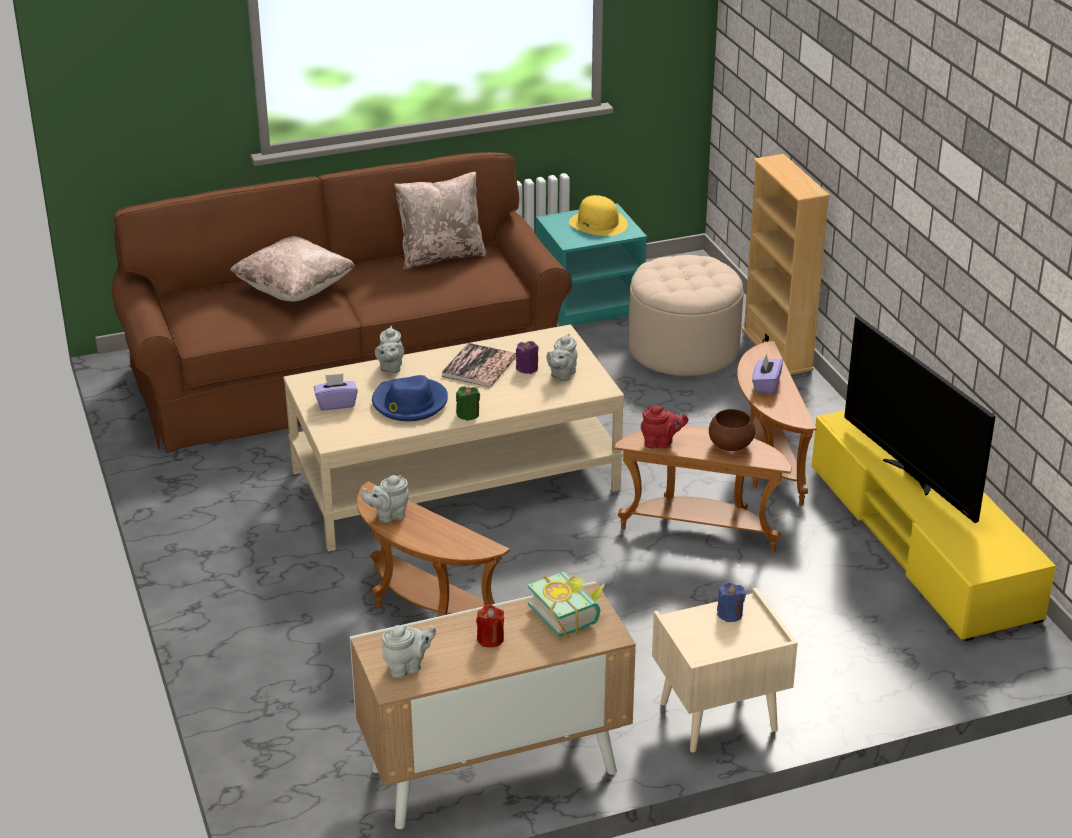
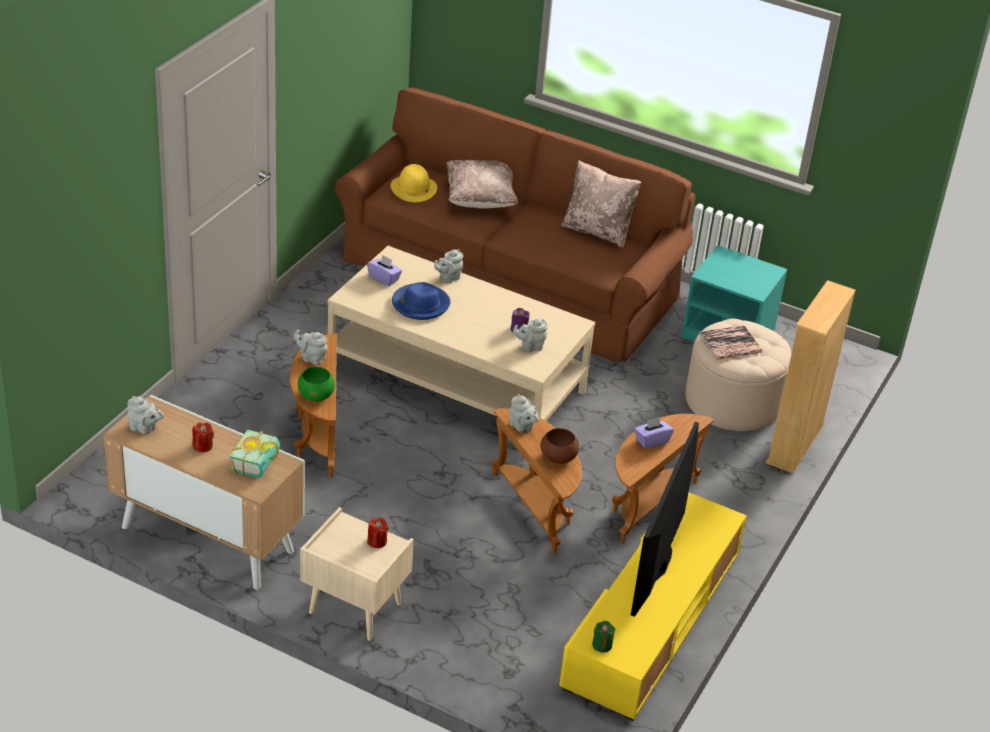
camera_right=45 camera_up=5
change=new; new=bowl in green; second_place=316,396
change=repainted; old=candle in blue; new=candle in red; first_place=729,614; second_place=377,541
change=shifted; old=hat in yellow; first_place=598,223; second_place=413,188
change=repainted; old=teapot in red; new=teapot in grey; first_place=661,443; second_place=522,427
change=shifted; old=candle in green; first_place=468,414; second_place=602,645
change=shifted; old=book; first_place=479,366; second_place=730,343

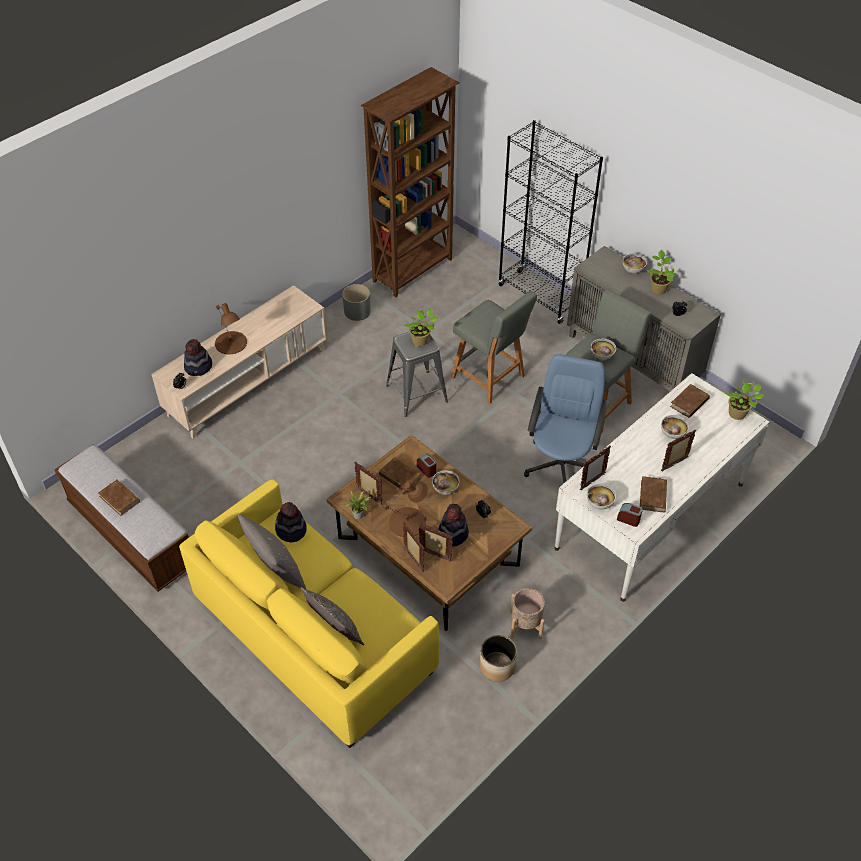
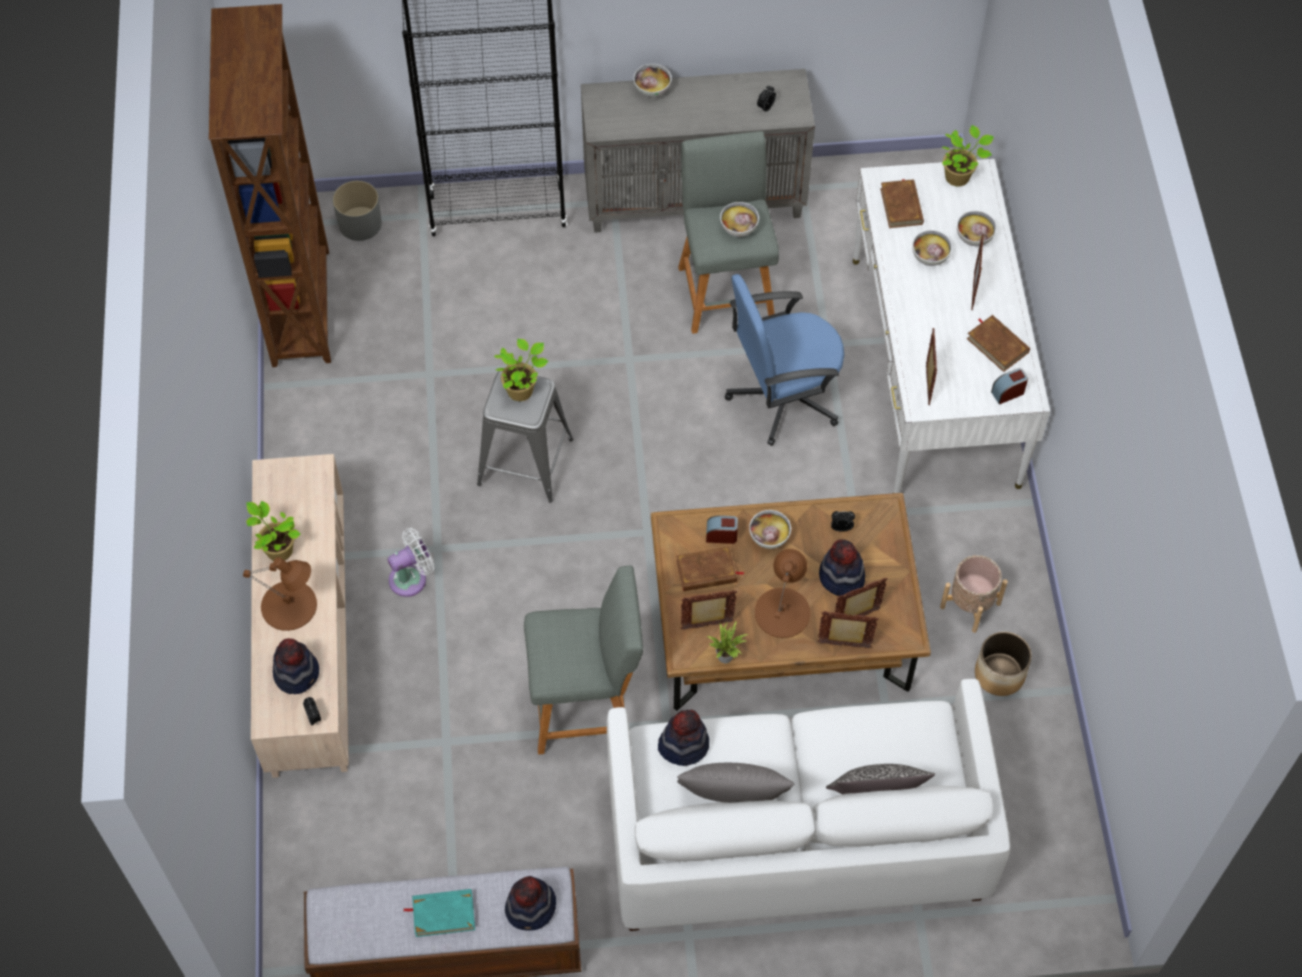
camera_right=-50 camera_up=10
change=shifted; old=potted plant; first_place=658,288; second_place=277,549
change=shifted; old=planter in grey; first_place=357,311; second_place=360,223
change=new; new=fan in white; second_place=411,578
change=repainted; old=book in brown; new=book in turquoise; first_place=119,499; second_place=443,914
change=new; new=hat; second_place=531,908
change=shifted; old=stool in grey; first_place=490,378; second_place=587,706
change=repainted; old=sofa in yellow; new=sofa in white; first_place=313,635; second_place=795,835
change=rotated; old=office chair in blue; first_place=561,464; second_place=782,397; degrees=-75
change=shifted; old=bowl; first_place=599,503; second_place=973,238

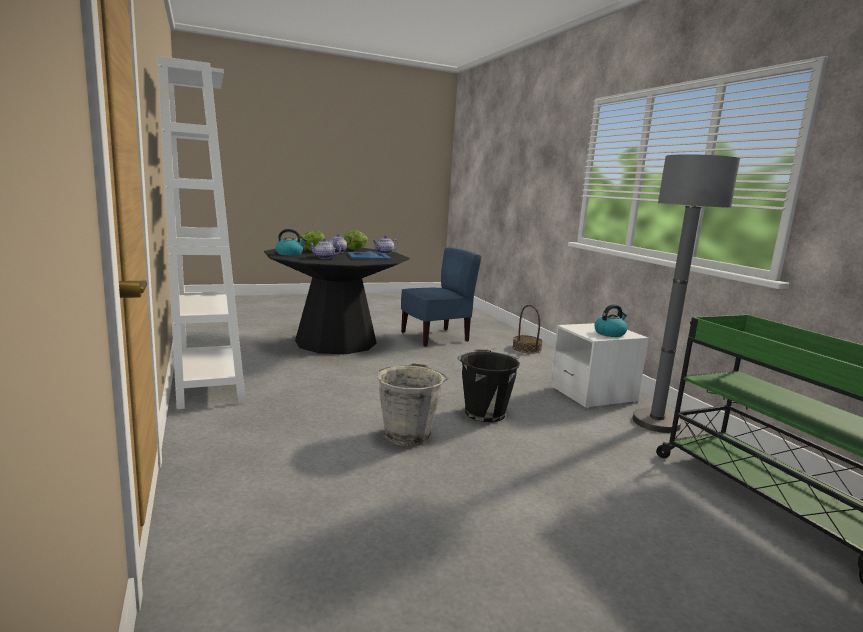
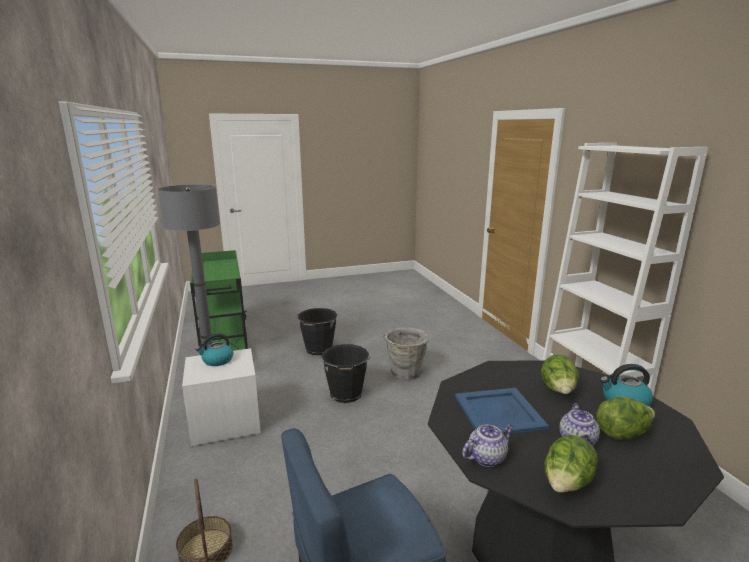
camera_right=-175 camera_up=5
change=new; new=bucket in black; second_place=318,349
change=swapped; old=teapot; new=lettuce; first_place=324,257; second_place=558,391

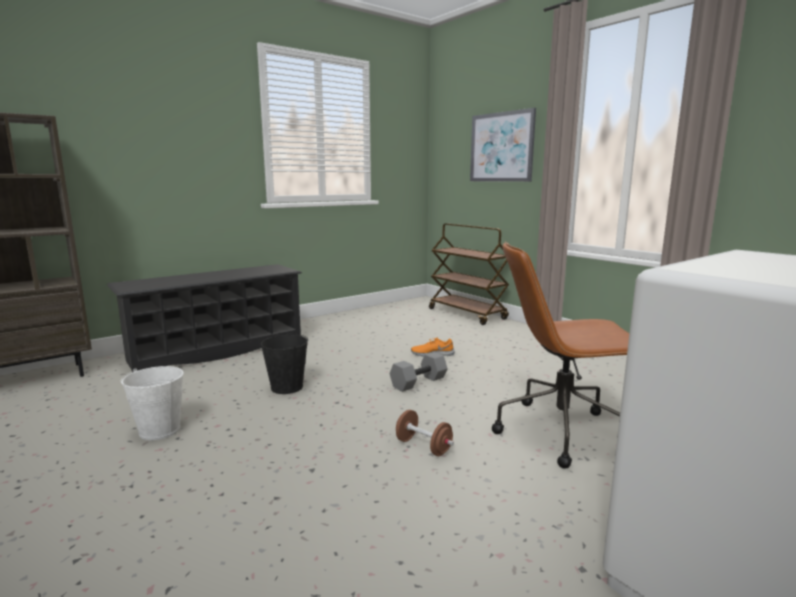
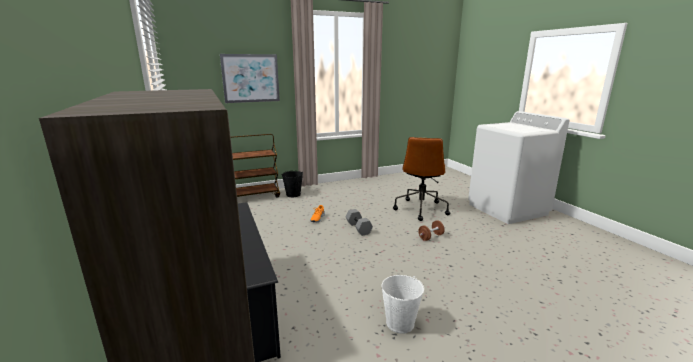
camera_right=-75 camera_up=5
change=shifted; old=bucket in black; first_place=286,387; second_place=293,194

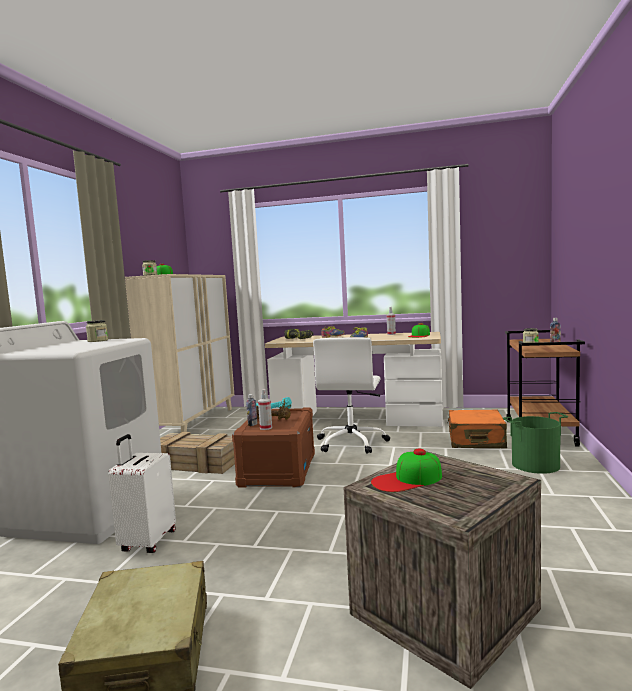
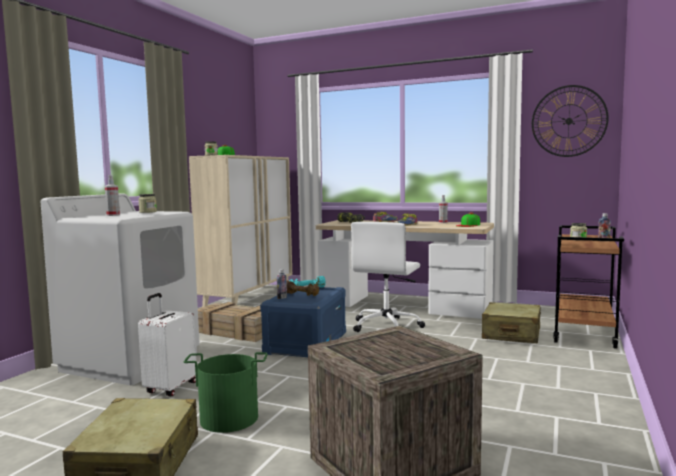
camera_right=10 camera_up=0
change=shifted; old=spray bottle; first_place=266,428; second_place=113,215
change=shifted; old=bucket in green; first_place=535,464; second_place=229,418
change=repainted; old=storage box in brown; new=storage box in blue; first_place=277,470; second_place=305,343
change=repainted; old=suitcase in orange; new=suitcase in beige; first_place=476,440; second_place=511,334
change=new; new=wall clock; second_place=569,121
change=gone; old=cap; first_place=407,479

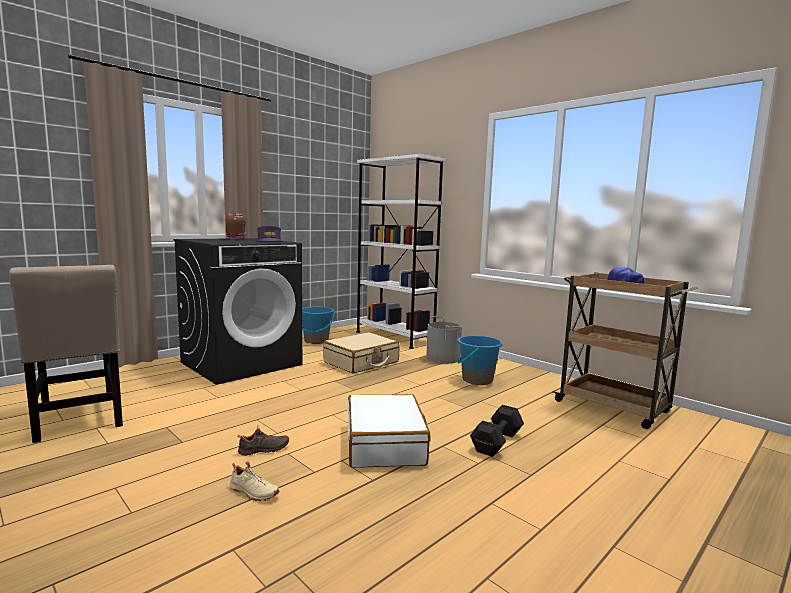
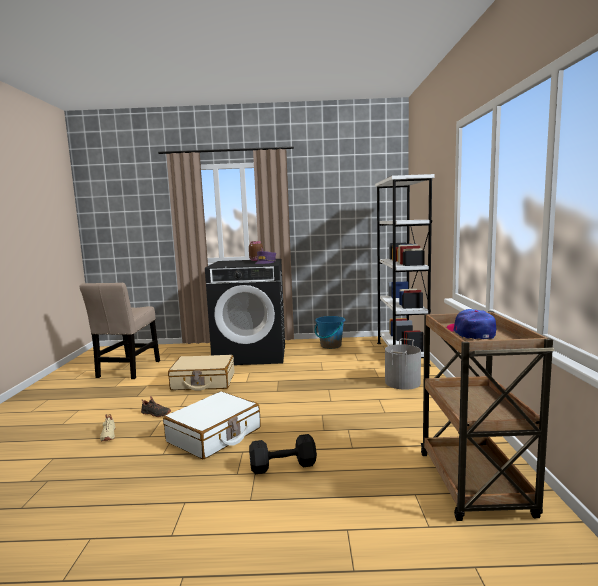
camera_right=45 camera_up=0
change=shifted; old=suitcase in beige; first_place=361,362; second_place=203,382
change=gone; old=bucket in blue; first_place=477,380

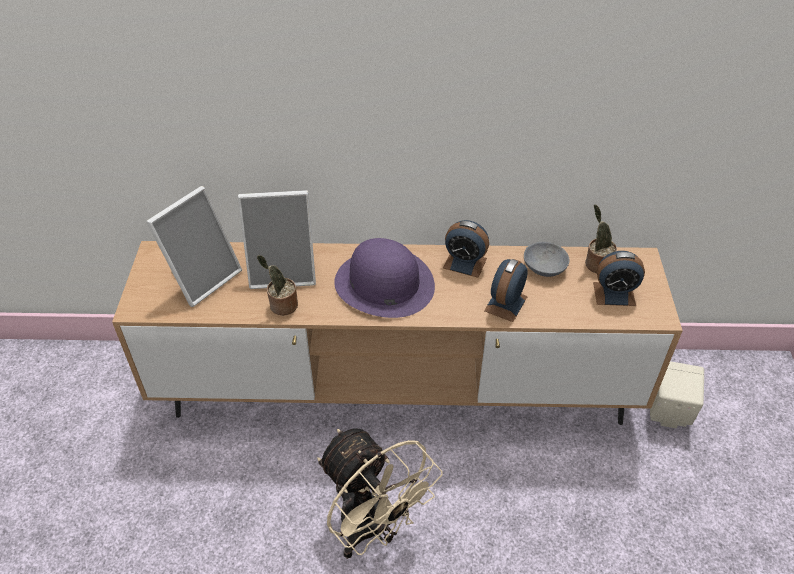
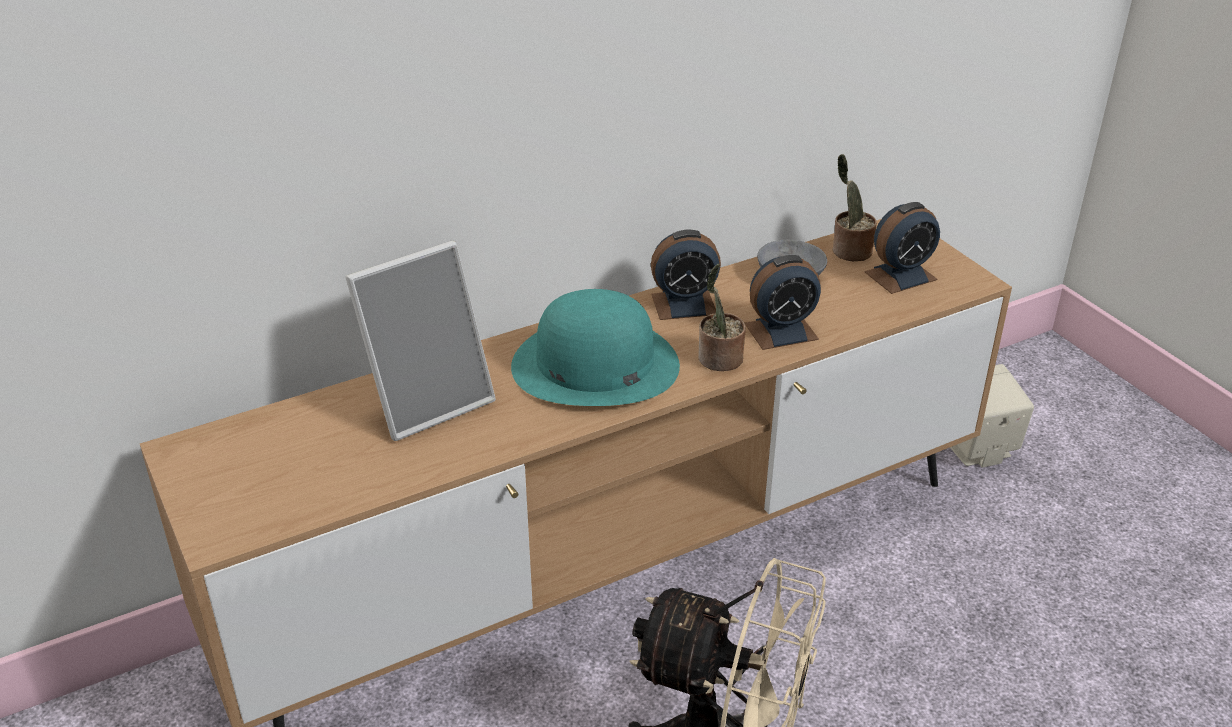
camera_right=-30 camera_up=-10
change=repainted; old=hat in purple; new=hat in turquoise; first_place=383,283; second_place=594,365
change=shifted; old=potted plant; first_place=281,305; second_place=719,360
change=rotated; old=alarm clock; first_place=506,303; second_place=781,331; degrees=-105
change=gone; old=picture frame; first_place=202,278

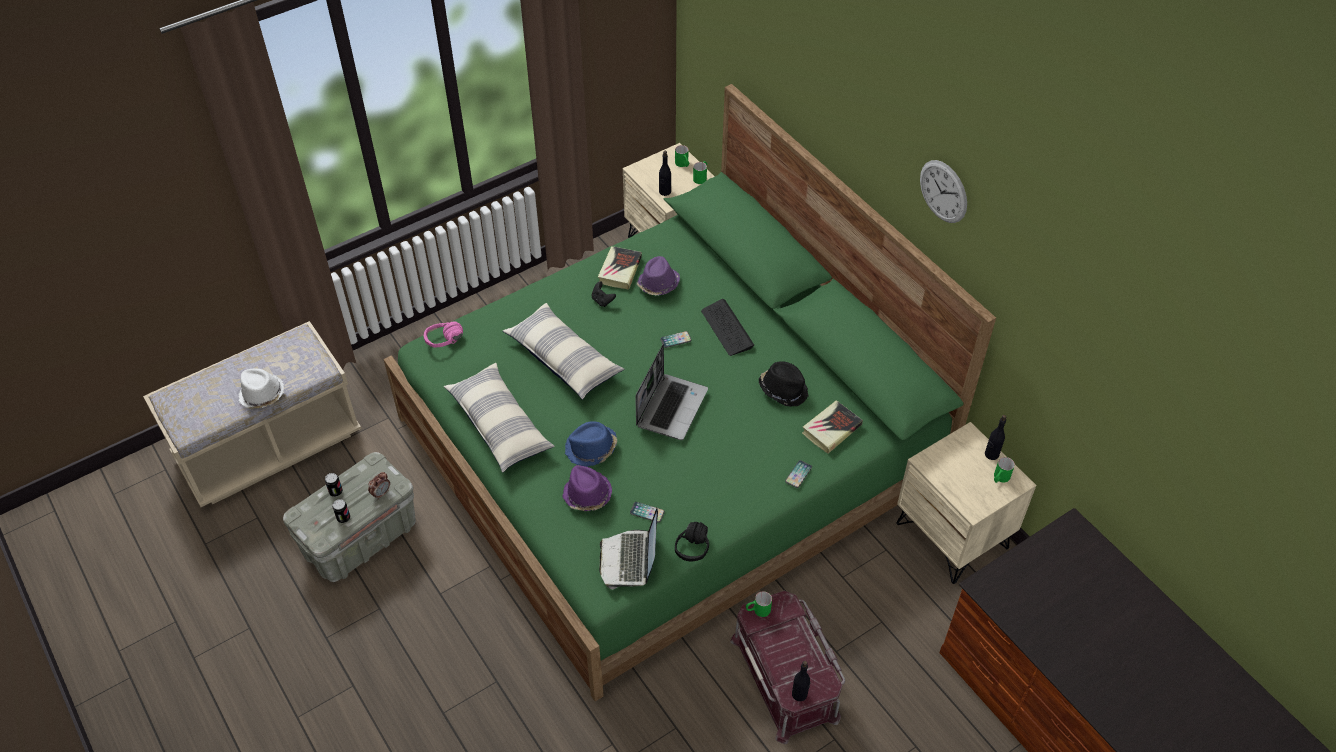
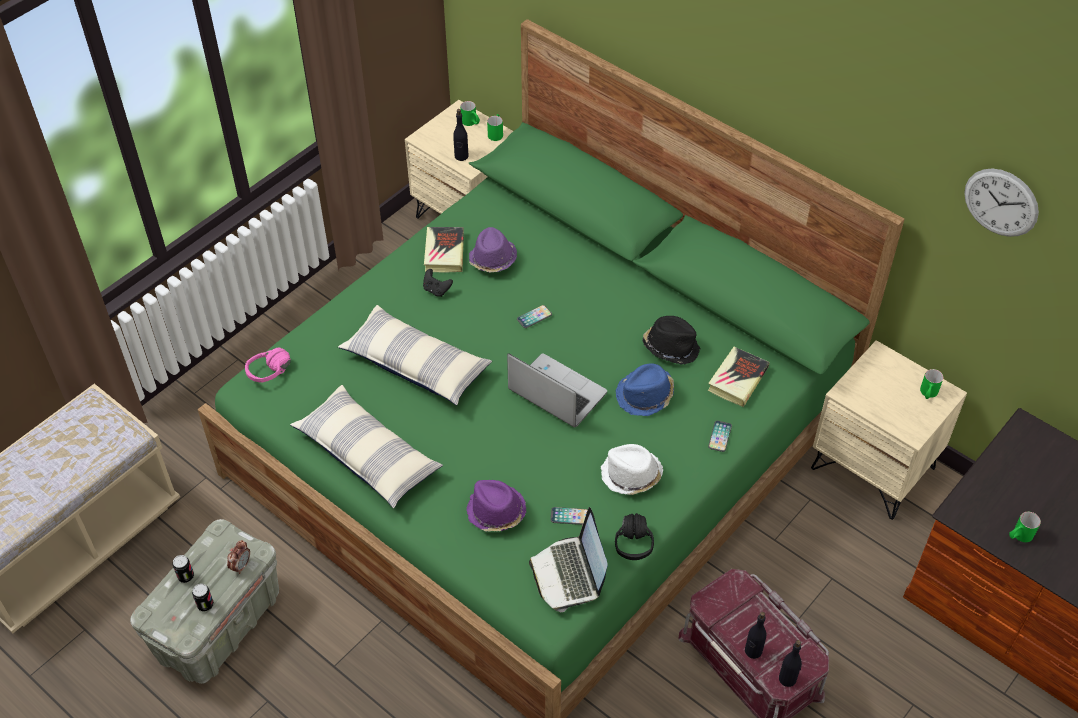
camera_right=-15 camera_up=0
change=rotated; old=laptop; first_place=671,407; second_place=555,392; degrees=-60
change=shifted; old=hat in white; first_place=262,395; second_place=630,475
change=shifted; old=hat in blue; first_place=591,449; second_place=645,395
change=shifted; old=bottle in black; first_place=991,454; second_place=753,651
change=shifted; old=wall clock; first_place=943,191; second_place=1001,202
change=shifted; old=mug in green; first_place=758,610; second_place=1019,536
change=gone; old=keyboard; first_place=727,328

